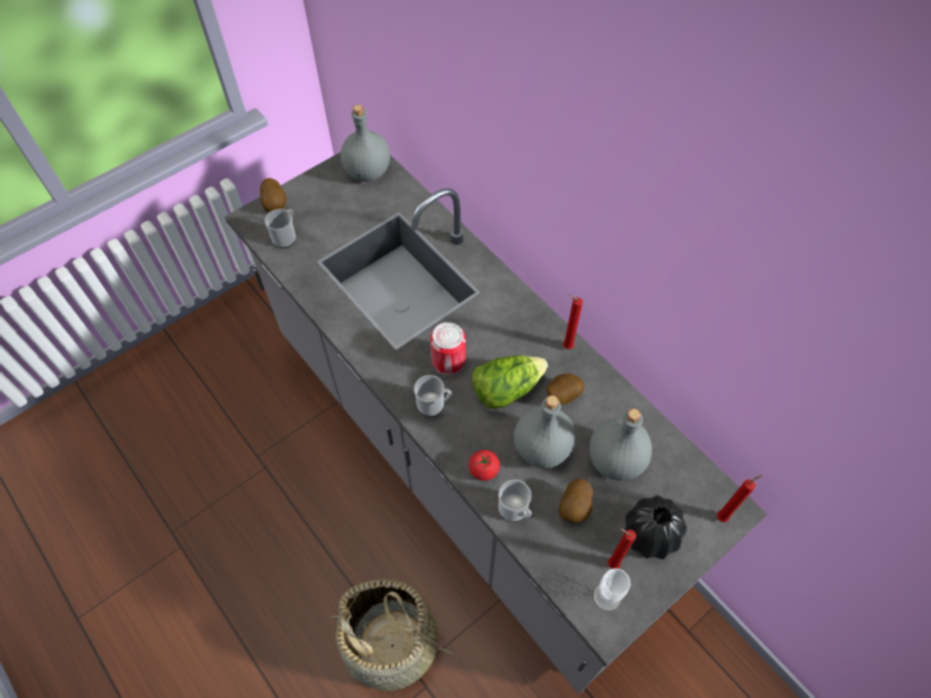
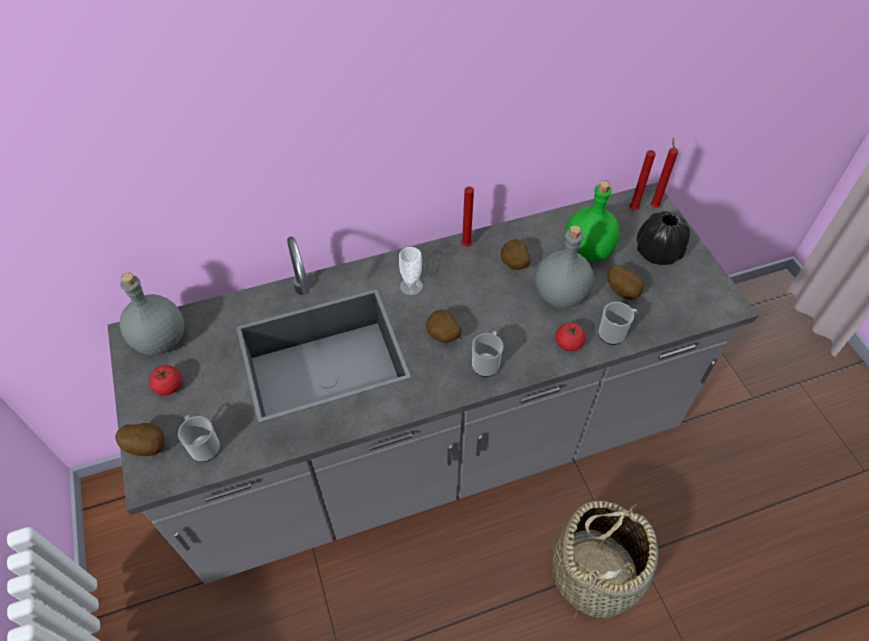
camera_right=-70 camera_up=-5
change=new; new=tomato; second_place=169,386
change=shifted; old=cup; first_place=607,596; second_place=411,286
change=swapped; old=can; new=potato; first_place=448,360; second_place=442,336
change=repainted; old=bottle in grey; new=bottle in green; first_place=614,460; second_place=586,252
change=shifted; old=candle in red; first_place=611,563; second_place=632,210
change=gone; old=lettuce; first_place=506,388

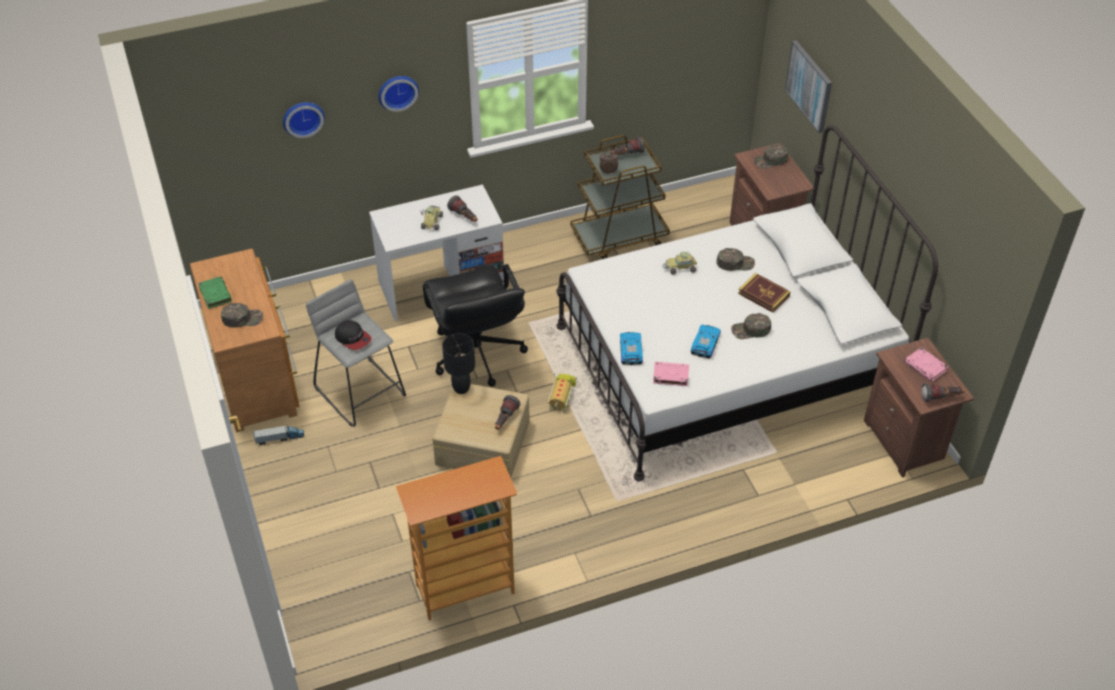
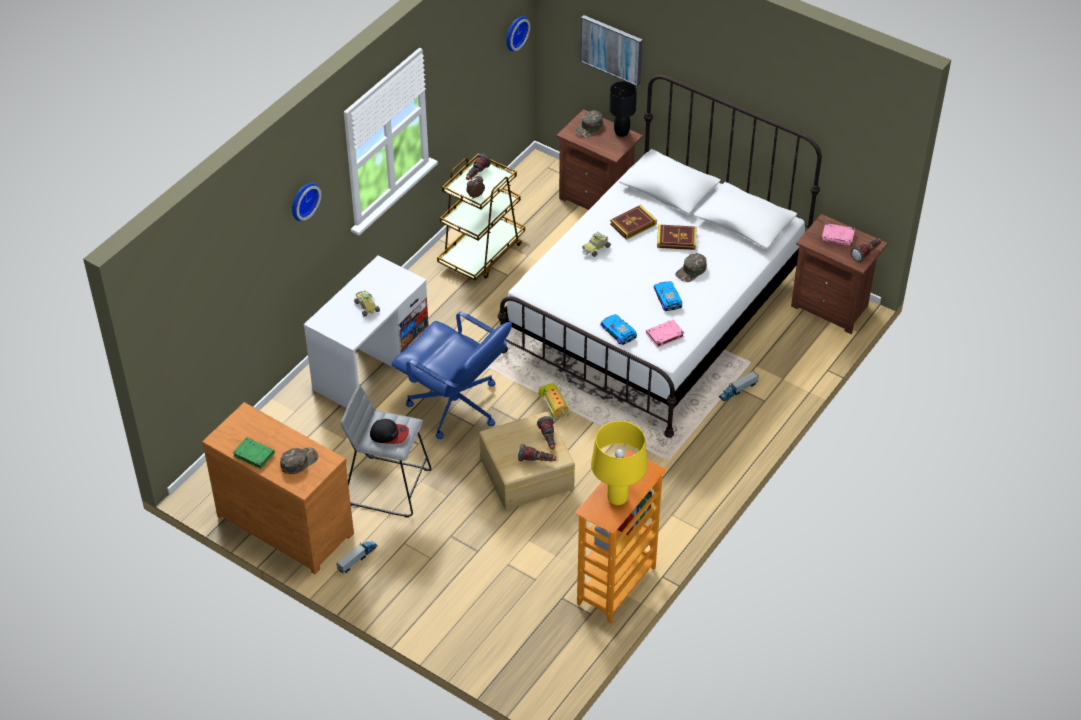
camera_right=-35 camera_up=0
change=repainted; old=office chair in black; new=office chair in blue; first_place=477,354; second_place=455,407
change=shifted; old=wall clock; first_place=303,117; second_place=515,32
change=shifted; old=flashlight; first_place=464,217; second_place=537,461
change=new; new=table lamp in yellow; second_place=617,498
change=shifted; old=table lamp in black; first_place=461,388; second_place=621,132
change=swapped; old=cap in green; new=book; first_place=735,263; second_place=633,224
change=new; new=toy truck; second_place=738,390

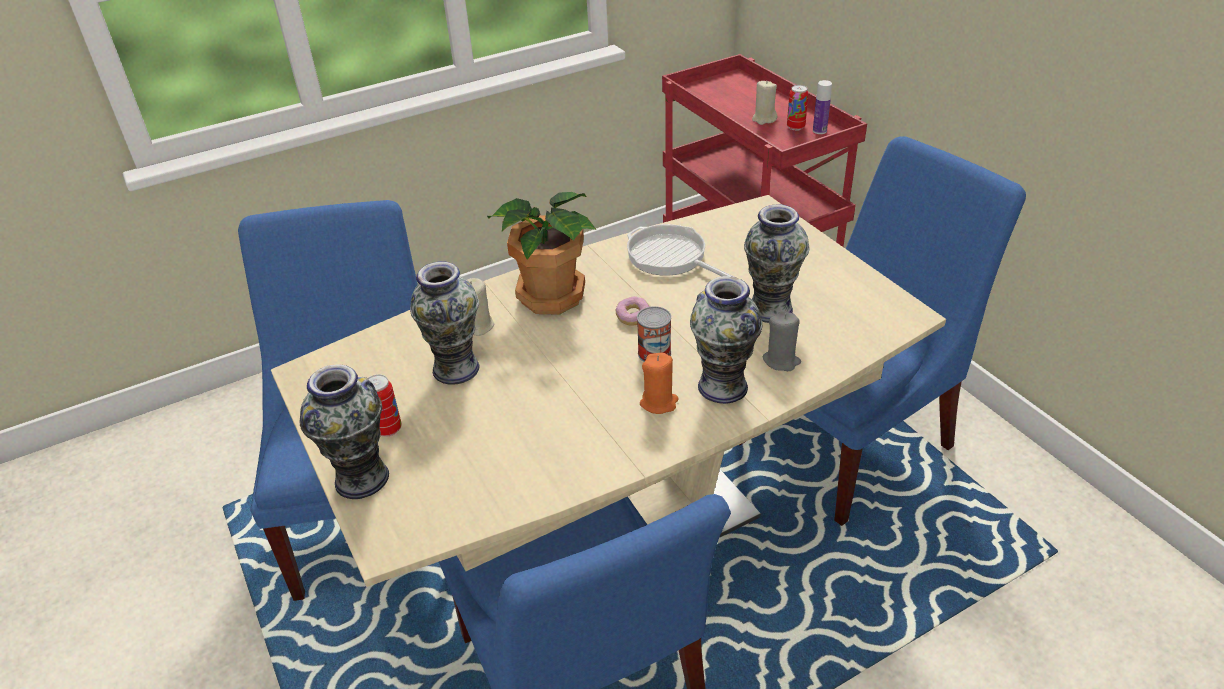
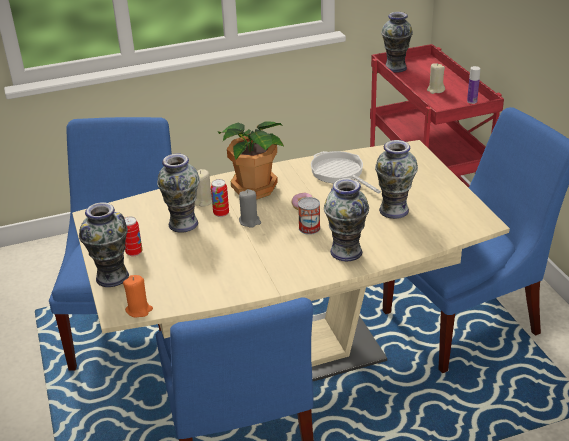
camera_right=10 camera_up=-5
change=shifted; old=candle in orange; first_place=659,402; second_place=139,310
change=shifted; old=can; first_place=795,127; second_place=221,213
change=shifted; old=candle in grey; first_place=781,361; second_place=250,221
change=new; new=vase; second_place=396,67

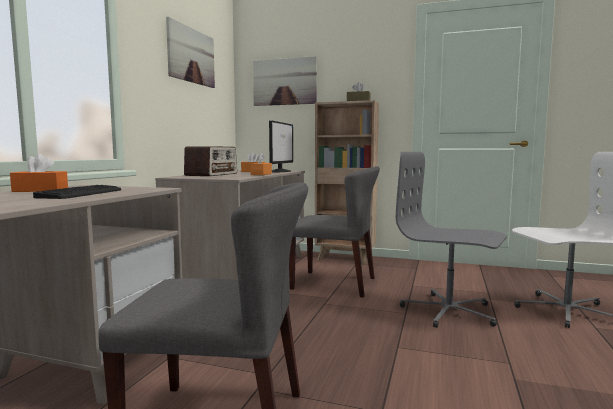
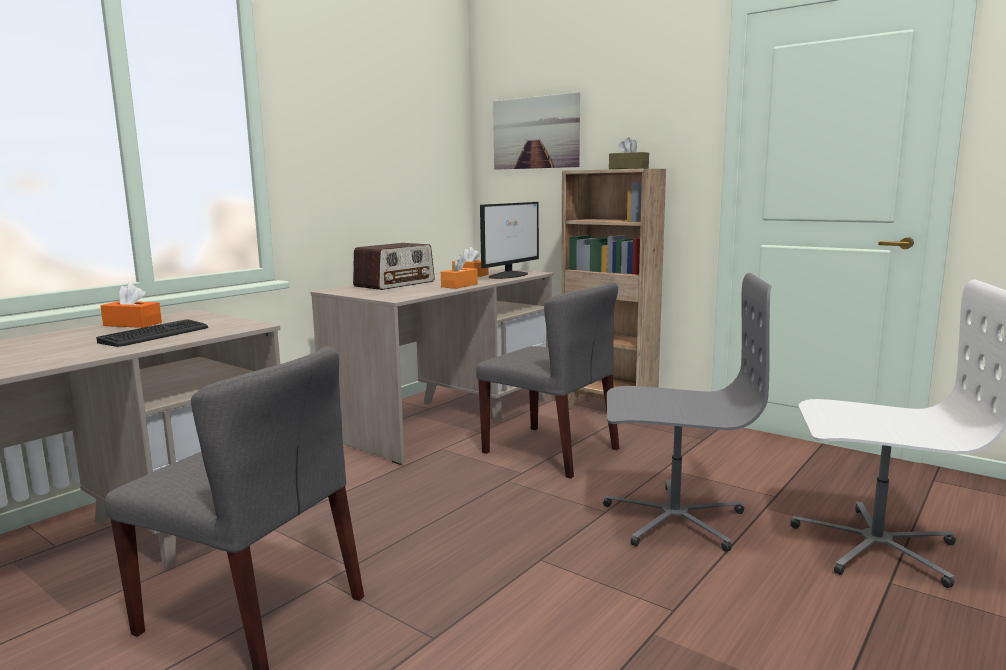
camera_right=20 camera_up=5
change=rotated; old=office chair in grey; first_place=449,311; second_place=673,518; degrees=135
change=gone; old=picture; first_place=191,55

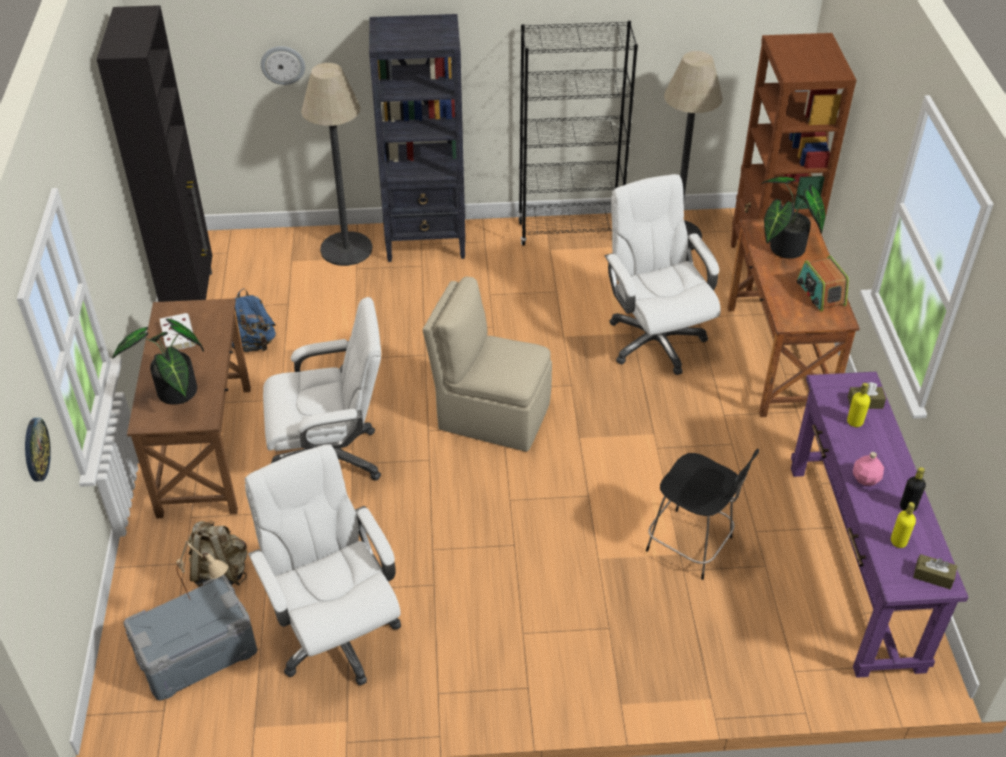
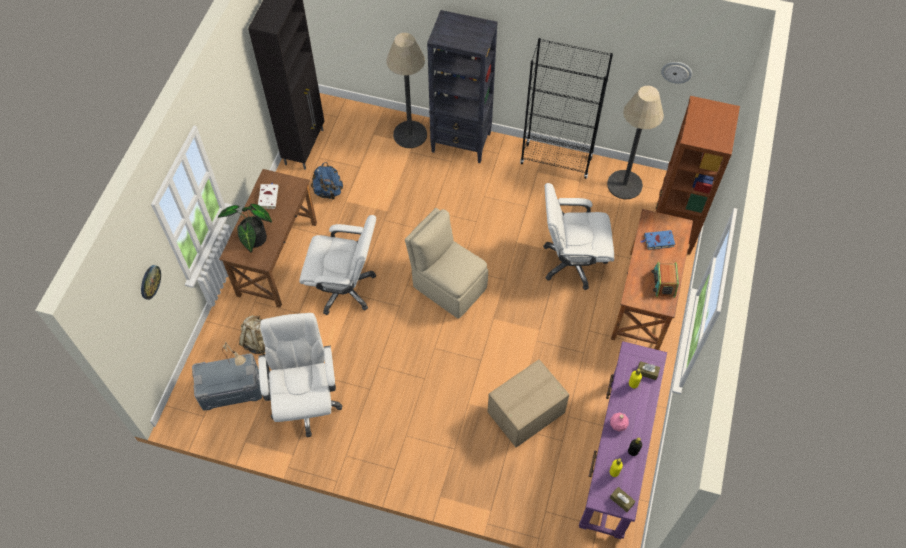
camera_right=20 camera_up=15
change=swapped; old=chair in black; new=cardboard box; first_place=692,545; second_place=526,413
change=rotated; old=office chair in white; first_place=654,340; second_place=572,262; degrees=-90
change=swapped; old=potted plant; new=book in blue; first_place=783,249; second_place=658,241
change=shifted; old=wall clock; first_place=283,64; second_place=676,71

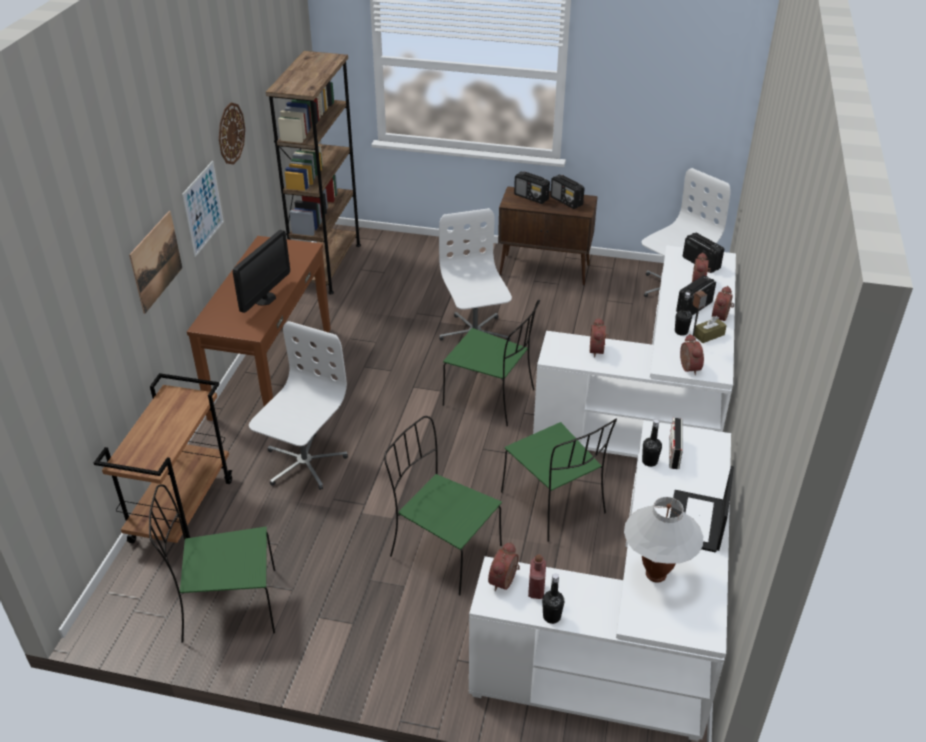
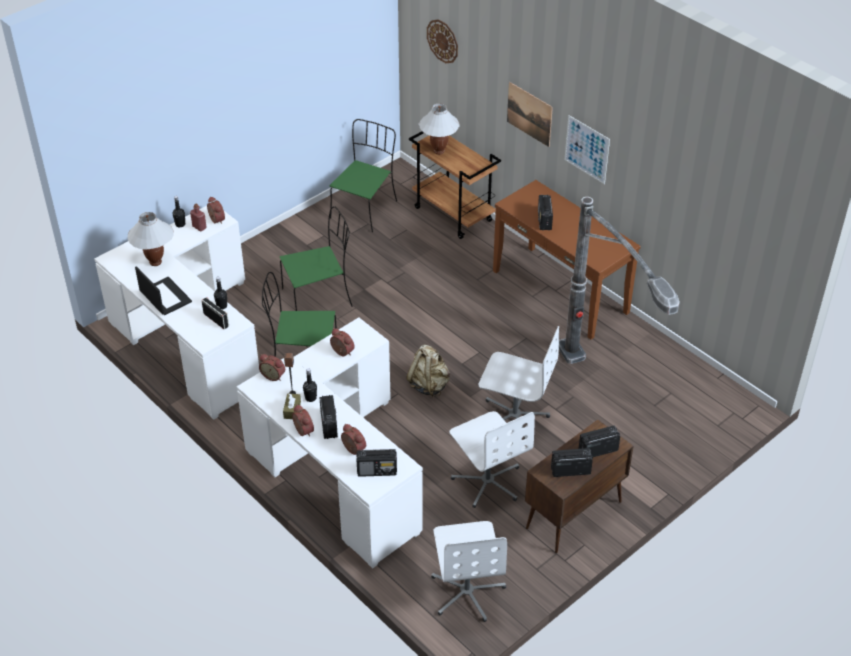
camera_right=125 camera_up=5
change=swapped; old=chair in green; new=backpack in beige; first_place=491,398; second_place=429,385
change=new; new=table lamp in white; second_place=439,151
change=shifted; old=wall clock; first_place=231,133; second_place=442,41
change=shifted; old=office chair in white; first_place=304,463; second_place=488,481
change=swapped; old=monitor; new=radio; first_place=264,299; second_place=544,220
change=new; new=floor lamp; second_place=603,404
change=gone; old=bookcase in brown; first_place=327,266

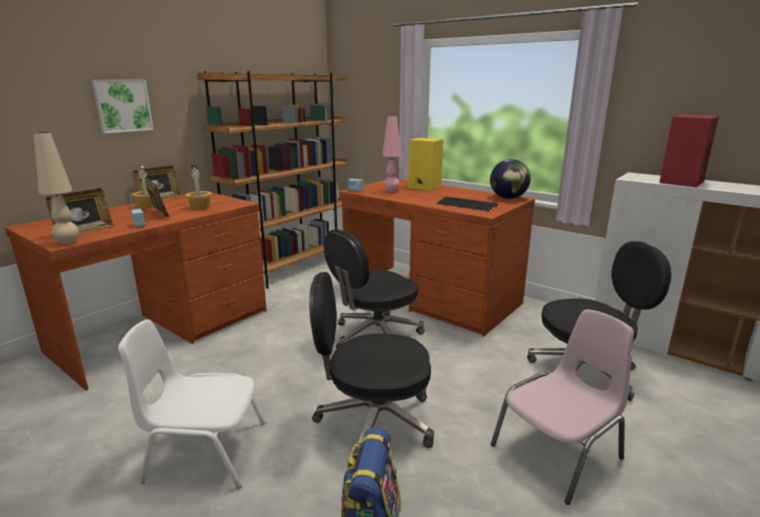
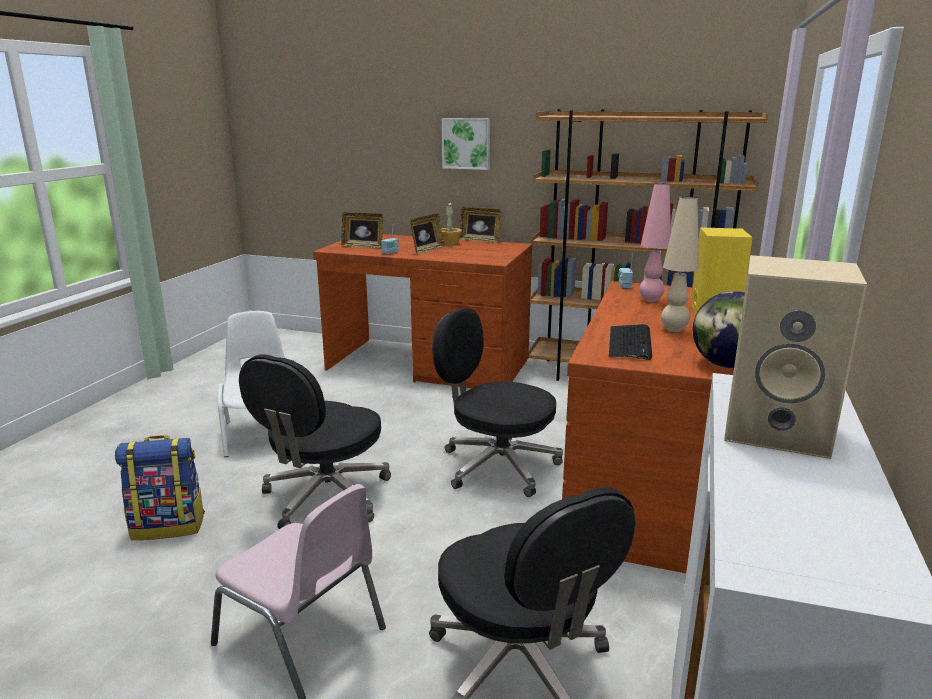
camera_right=70 camera_up=0
change=rotated; old=office chair in black; first_place=373,421; second_place=325,497; degrees=-135
change=shifted; old=table lamp in beige; first_place=67,243; second_place=673,330
change=repainted; old=speaker in red; new=speaker in beige; first_place=680,182; second_place=779,430
change=gone; old=potted plant; first_place=200,207

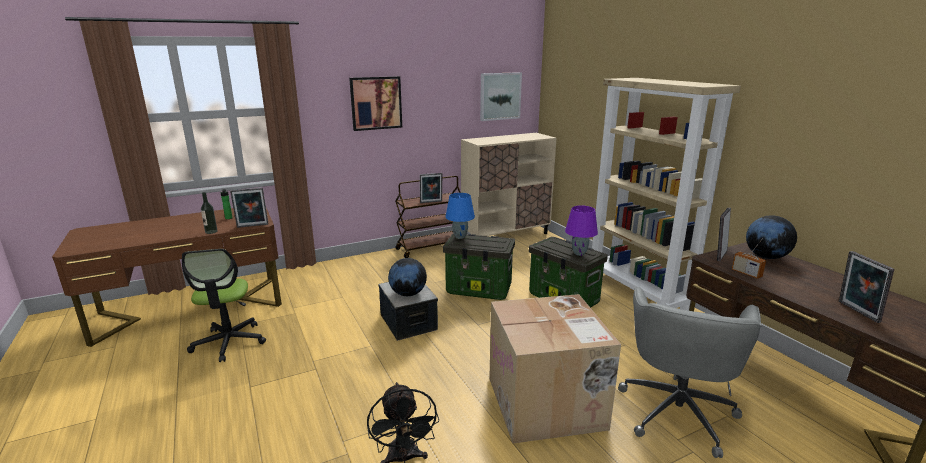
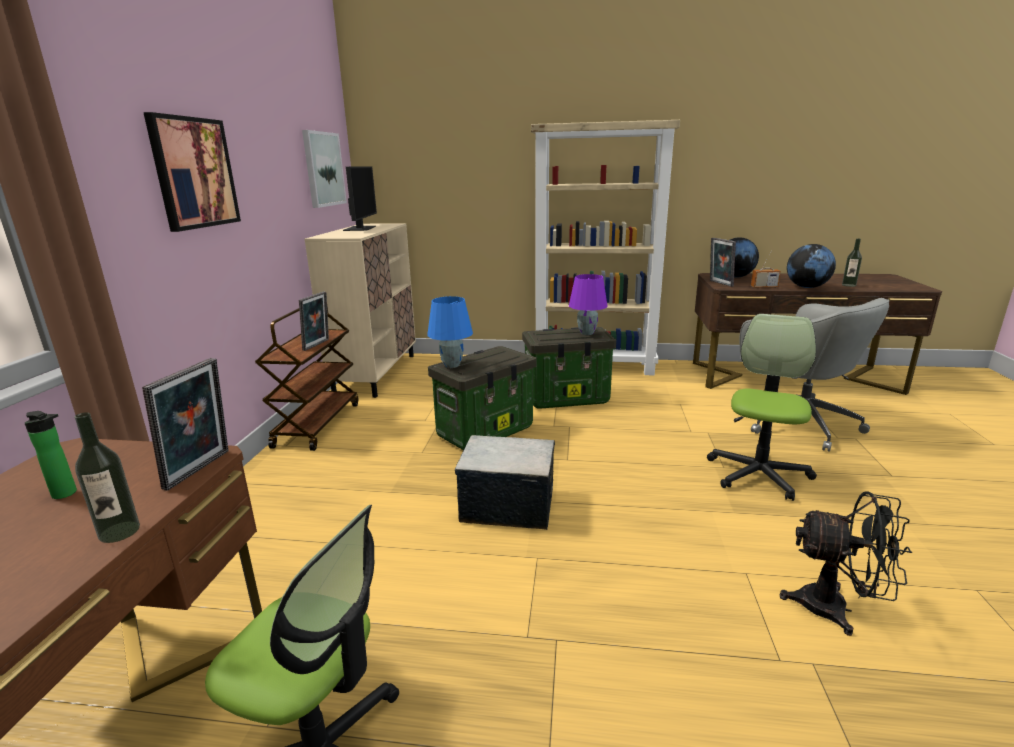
camera_right=-55 camera_up=0
change=new; new=monitor; second_place=360,228
change=swapped; old=cardboard box; new=office chair; first_place=547,403; second_place=758,474
change=shifted; old=globe; first_place=408,294; second_place=807,287
change=swapped; old=picture frame; new=bottle; first_place=856,312; second_place=849,285

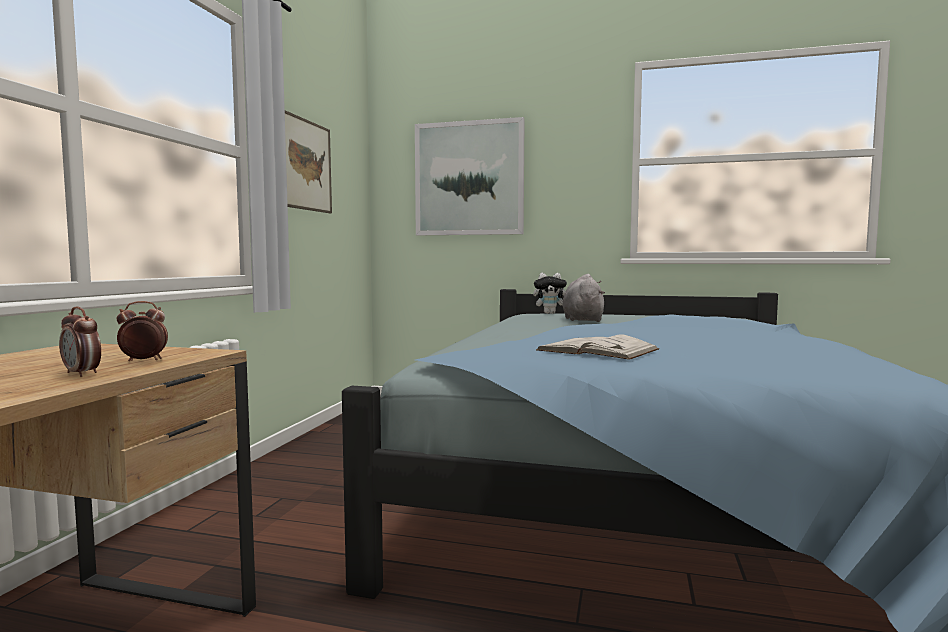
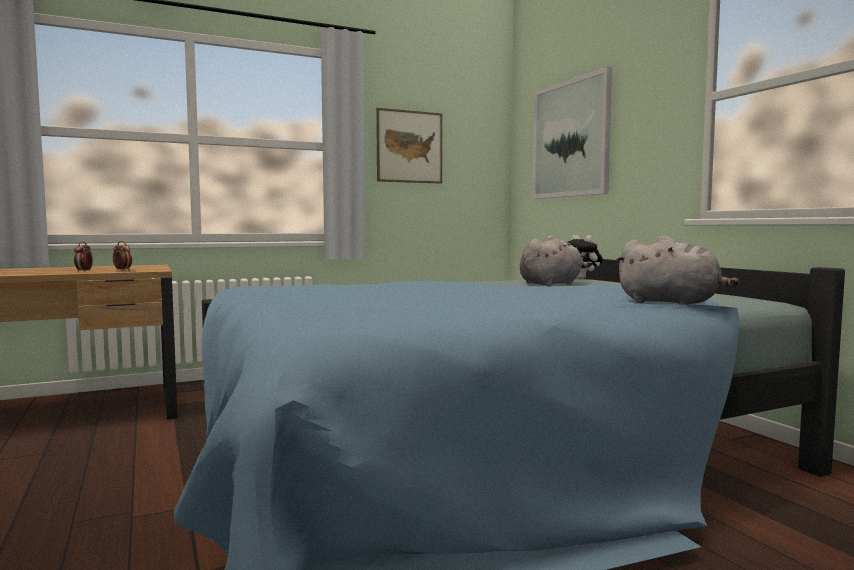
camera_right=50 camera_up=0
change=new; new=plush toy in grey; second_place=672,303
change=gone; old=book in white; first_place=597,350

